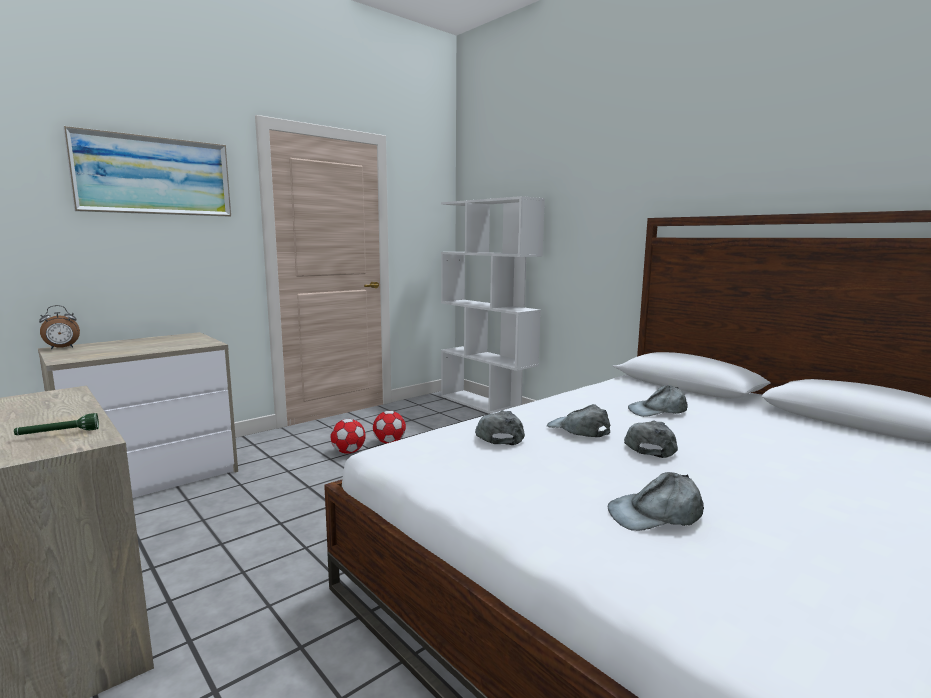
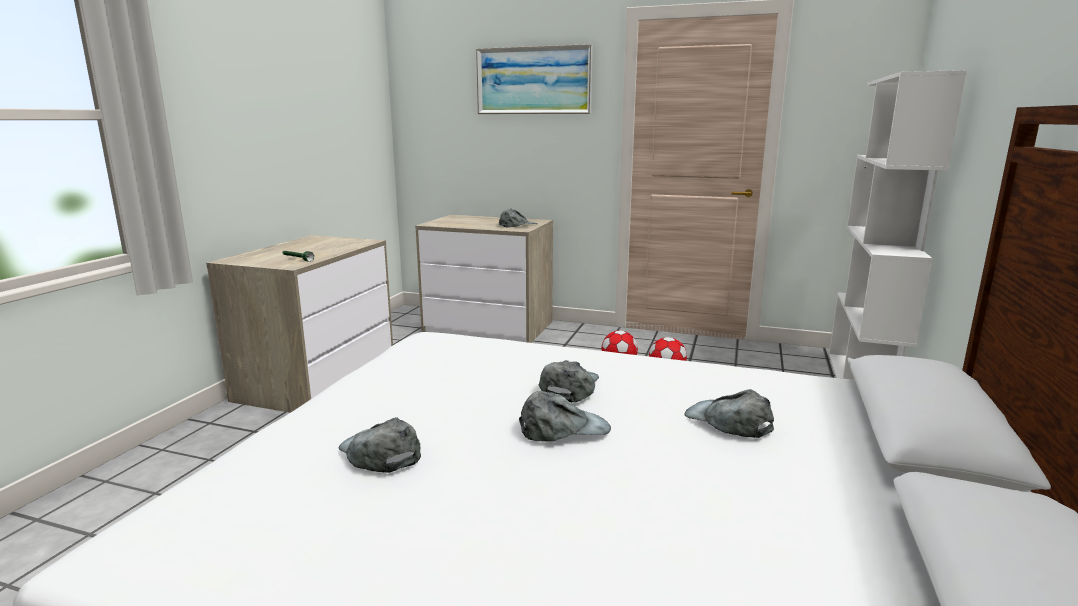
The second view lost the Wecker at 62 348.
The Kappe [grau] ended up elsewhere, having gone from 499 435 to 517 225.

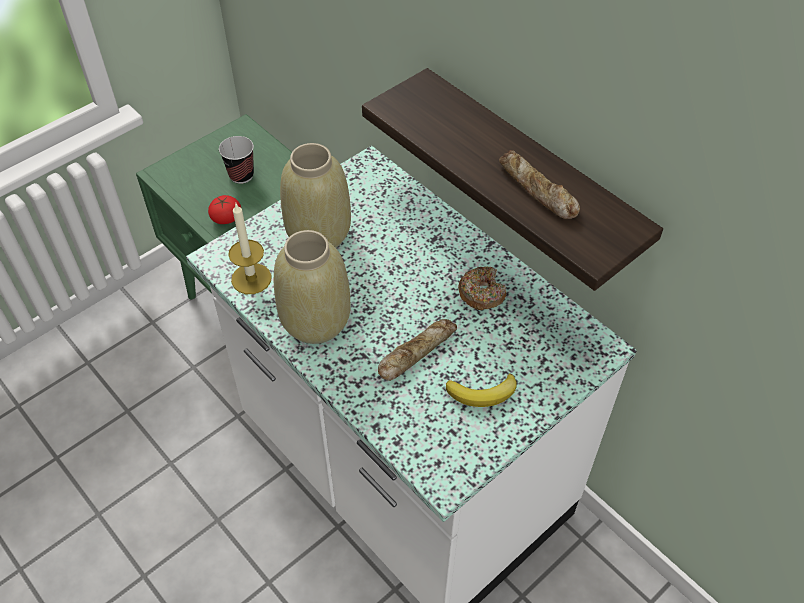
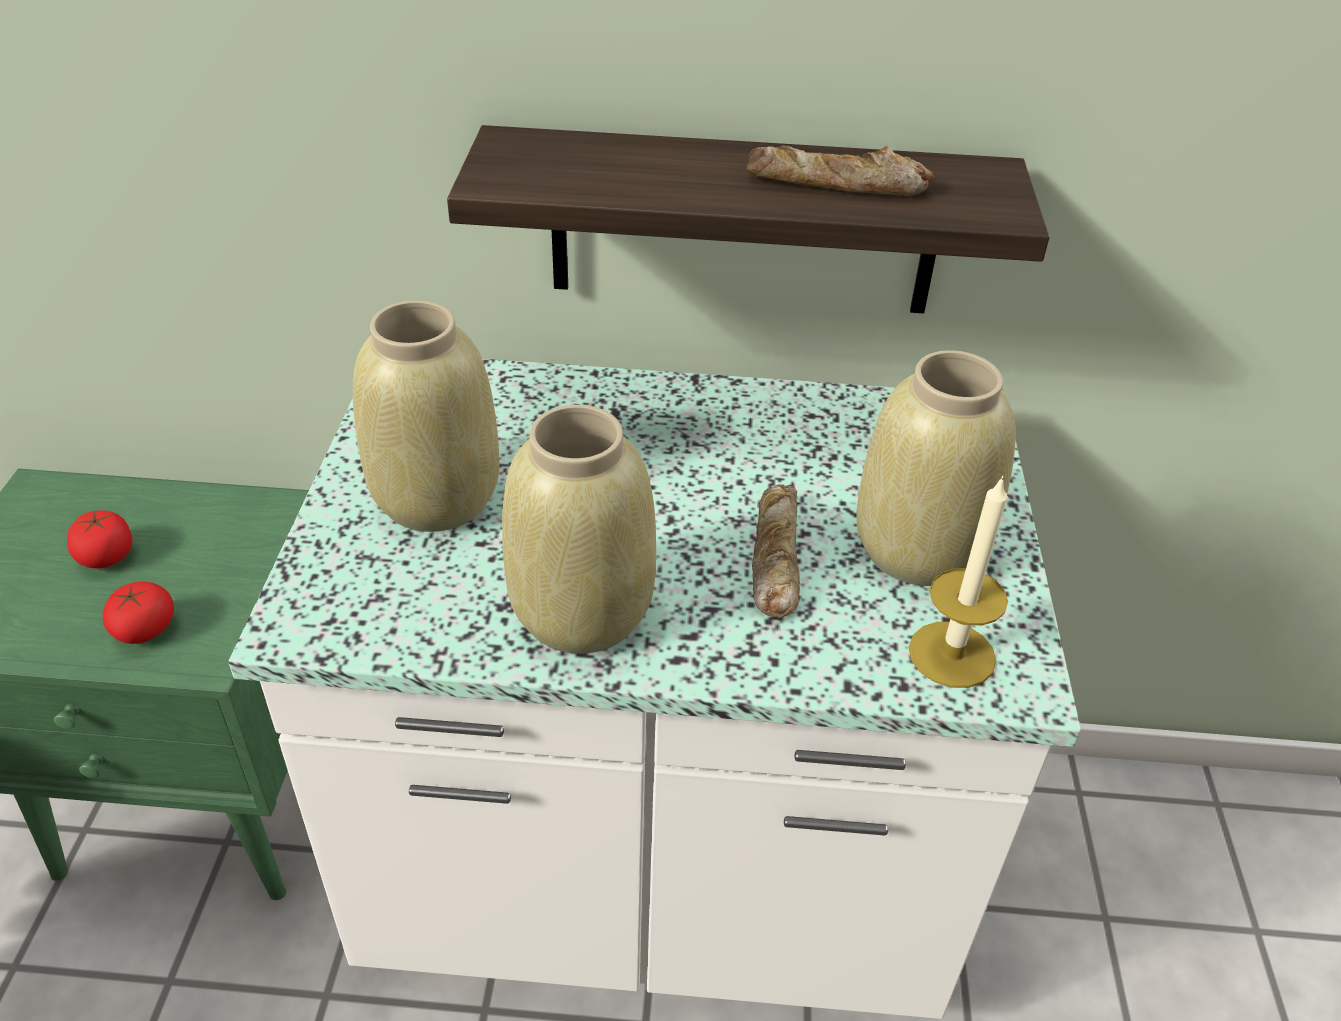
Where the Tasse stood at 241 175, the Tomate came to stand at 106 555.
The Kerze ended up elsewhere, having gone from 251 278 to 952 654.
Where the Banane stood at 483 393, the Vase [beige] came to stand at 920 549.
The second view lost the Donut at 481 293.

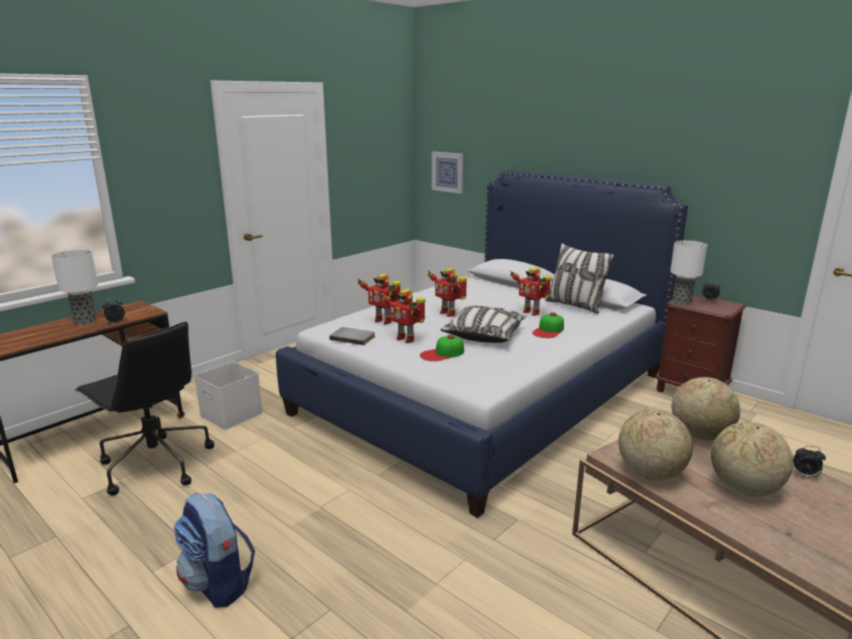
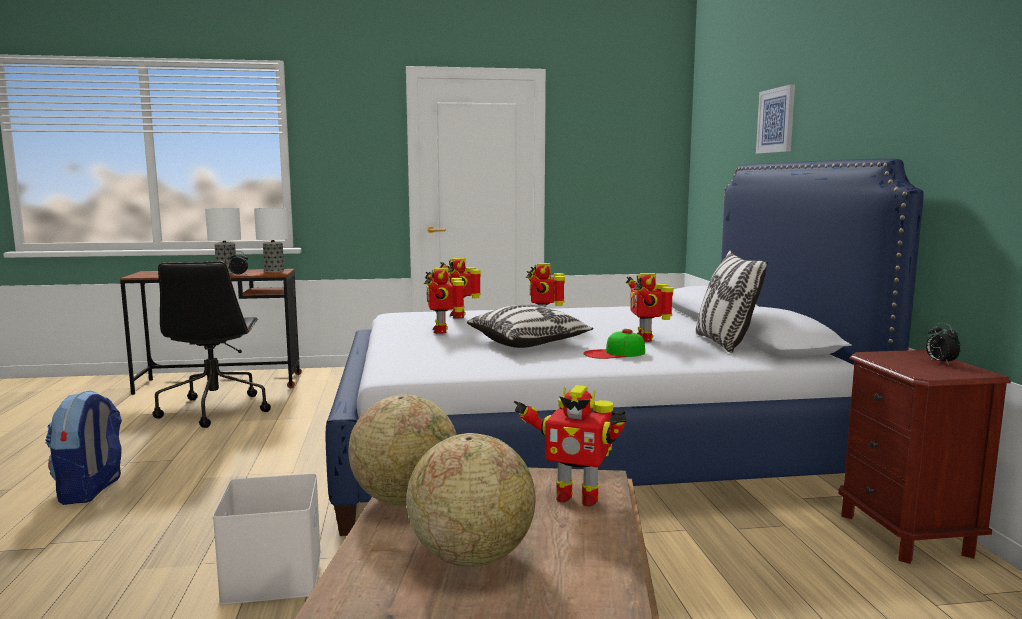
The Aufbewahrungsbox [weiß] ended up elsewhere, having gone from 233 414 to 275 577.
The second view lost the Buch [grau] at 353 337.
The second view lost the Kappe at 442 353.
The Bild ended up elsewhere, having gone from 447 172 to 776 120.
The Tischlampe ended up elsewhere, having gone from 682 302 to 275 271.
Where the Globus stood at 700 435, the Spielzeugroboter came to stand at 576 497.
The second view lost the Wecker at 805 475.

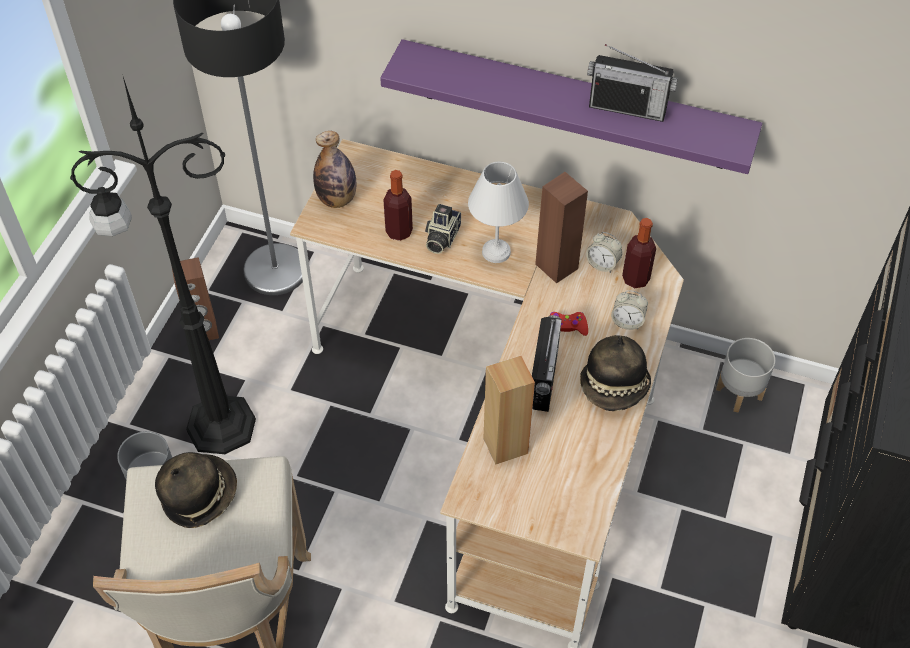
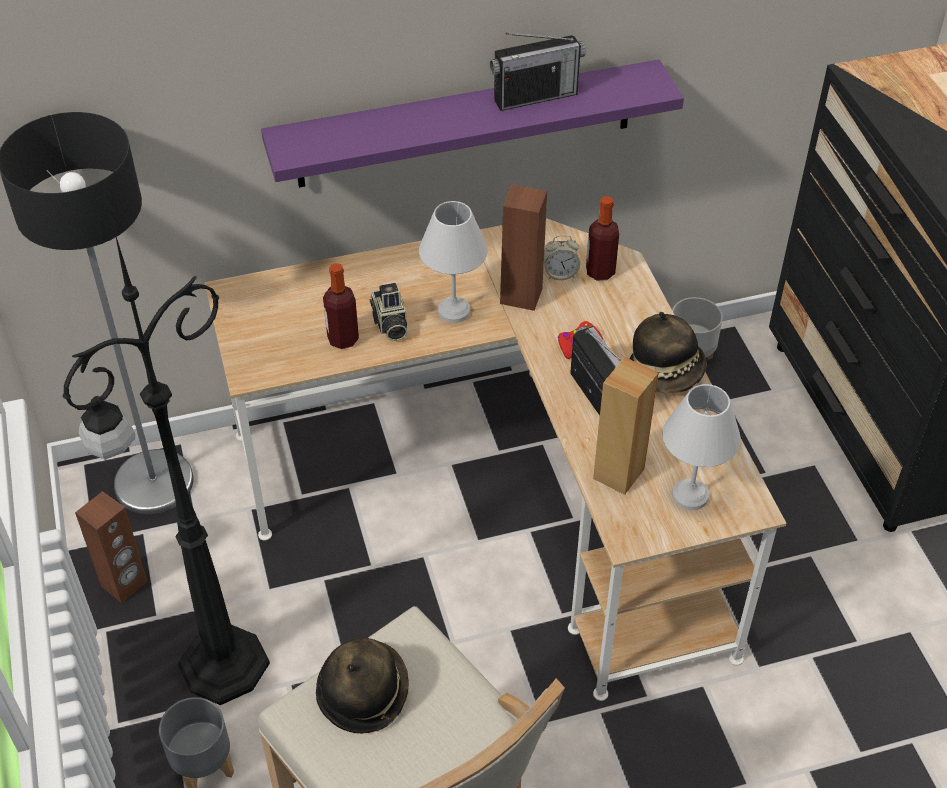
The second view lost the Flasche at 337 199.
The second view lost the Wecker at 627 322.
The second view gained the Tischlampe [weiß] at 691 496.

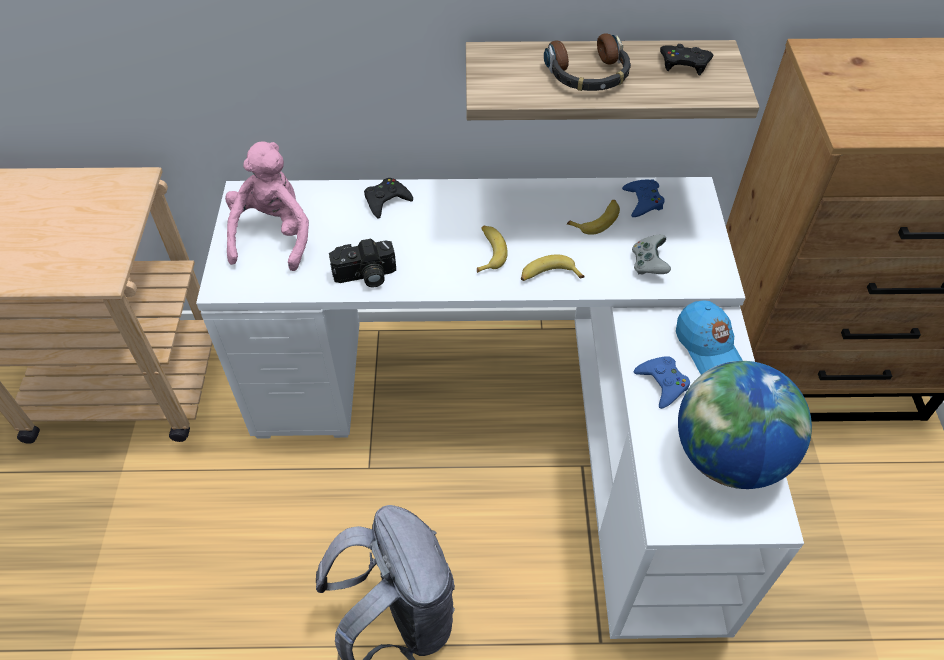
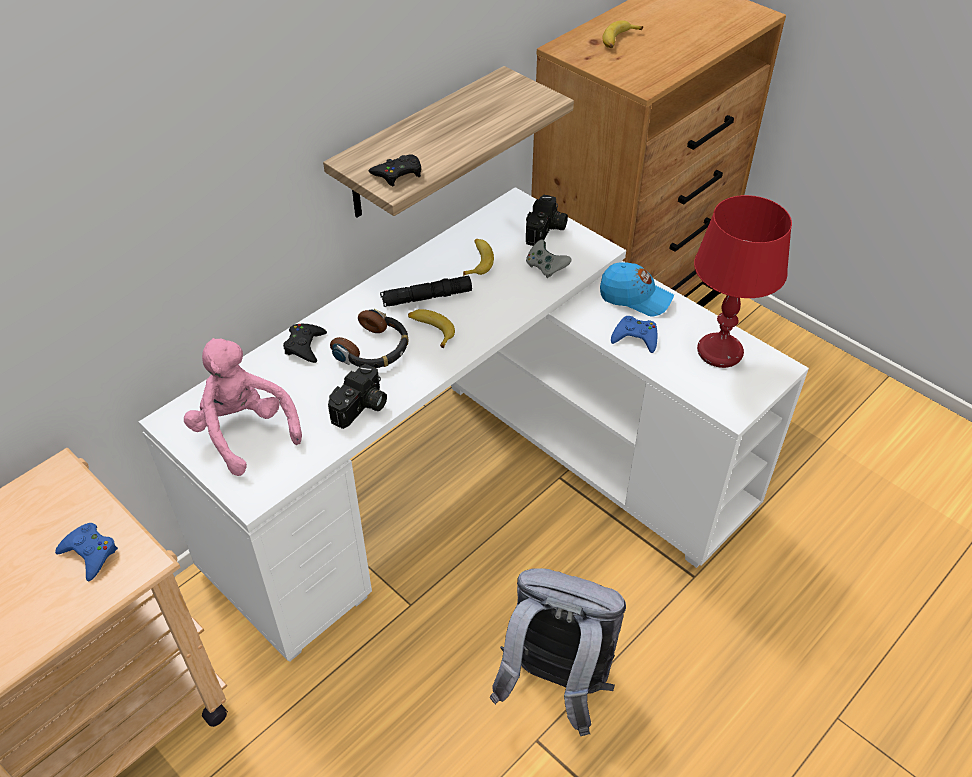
The Banane ended up elsewhere, having gone from 548 275 to 619 40.
The Kopfhörer ended up elsewhere, having gone from 588 74 to 374 349.
The Gamepad [blau] ended up elsewhere, having gone from 643 201 to 90 553.
The Gamepad [schwarz] ended up elsewhere, having gone from 684 63 to 398 174.
Where the Globus stood at 727 456, the Tischlampe [rot] came to stand at 719 352.
The second view gained the Taschenlampe [schwarz] at 426 297.
The second view gained the Kamera at 546 231.

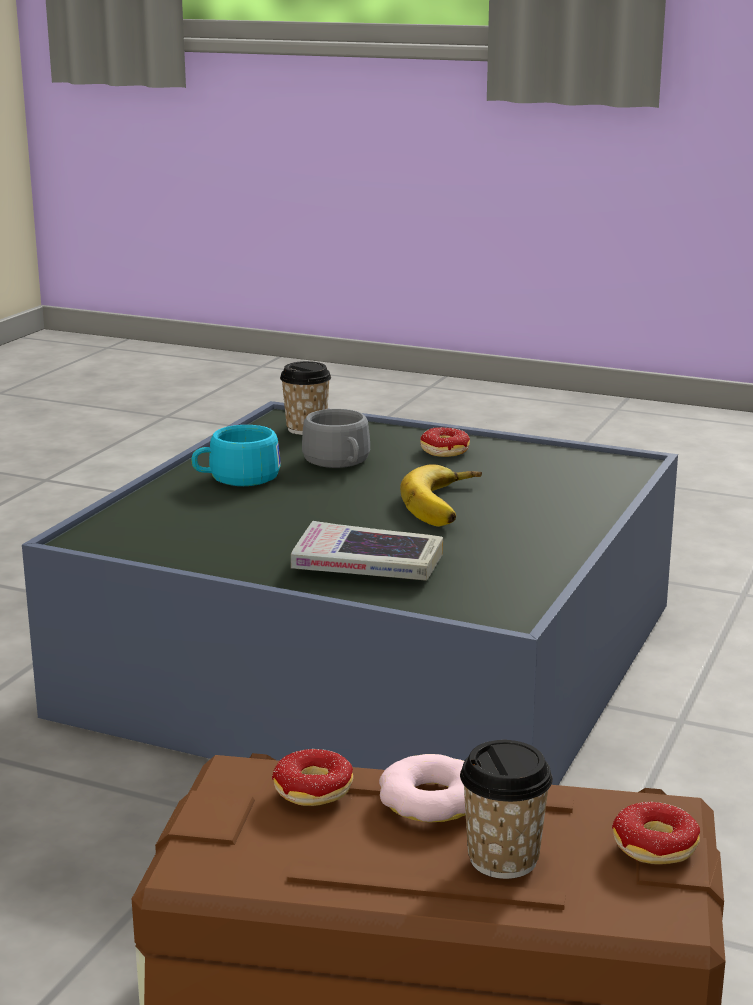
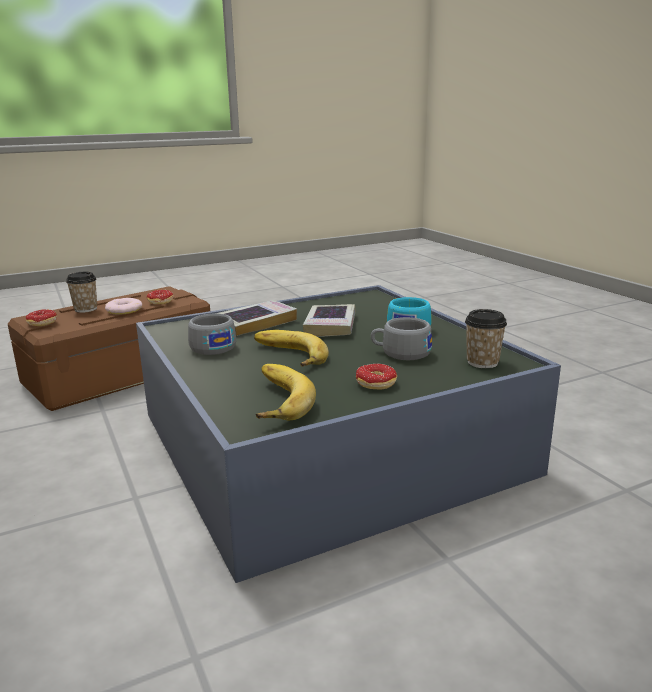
The second view gained the Tasse [grau] at 211 346.
The second view gained the Banane at 274 399.
The second view gained the Buch at 330 326.

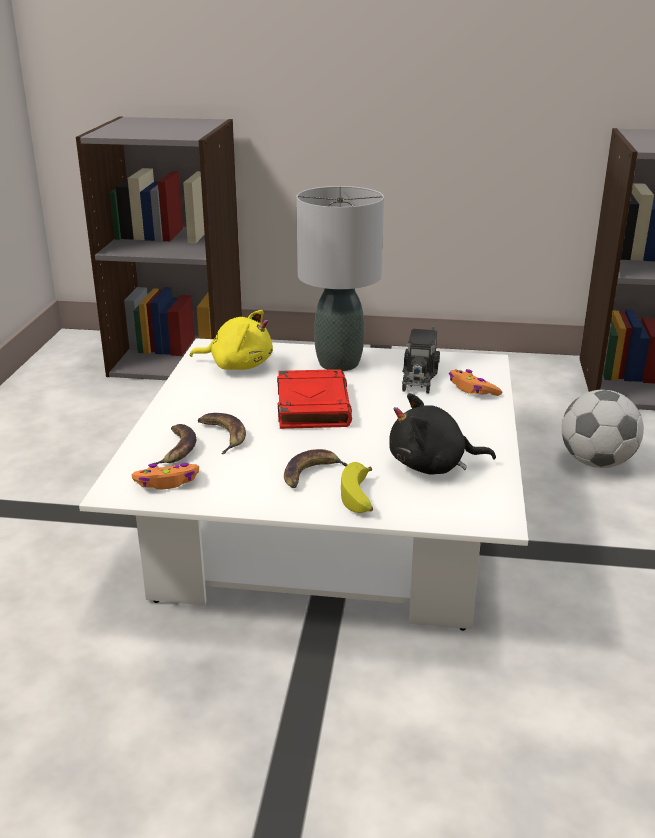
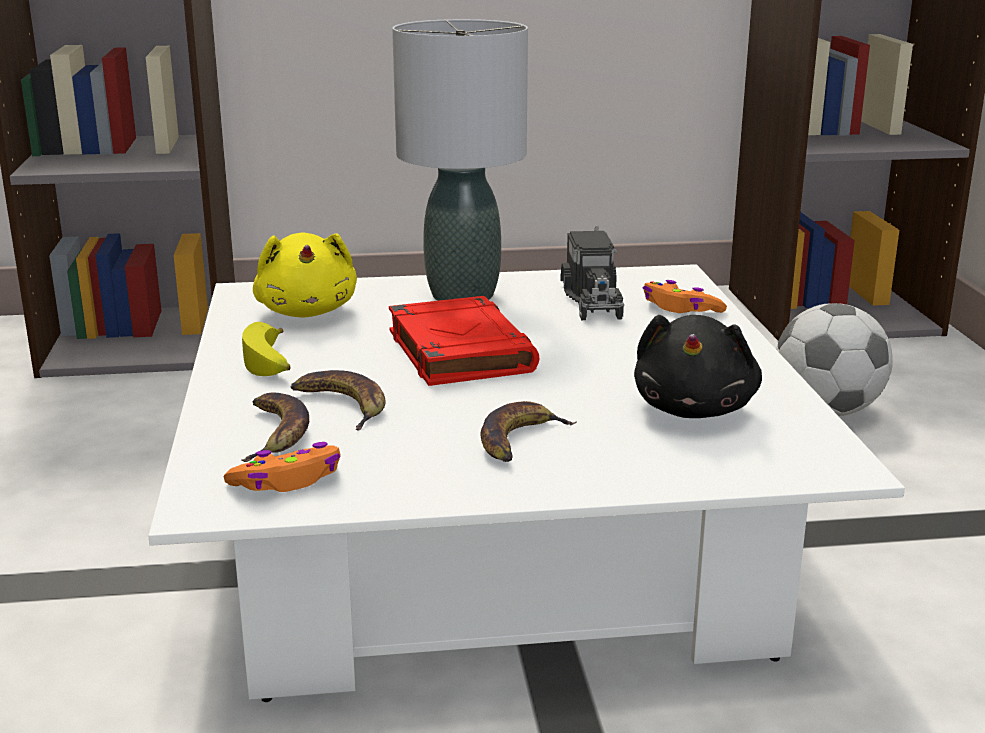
The Plüschtier [gelb] at 238 365 ended up facing another way, 75 degrees clockwise from before.
The Banane ended up elsewhere, having gone from 360 498 to 271 363.
The Plüschtier [schwarz] at 432 466 ended up facing another way, 60 degrees counterclockwise from before.

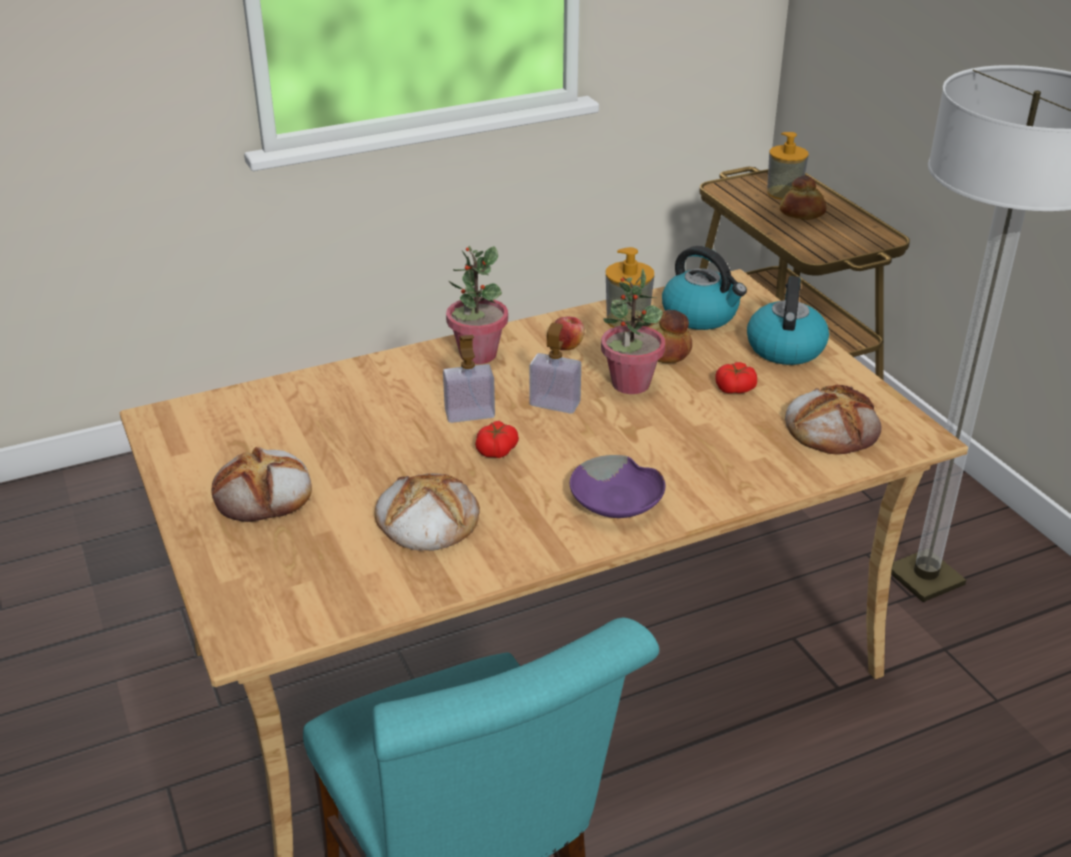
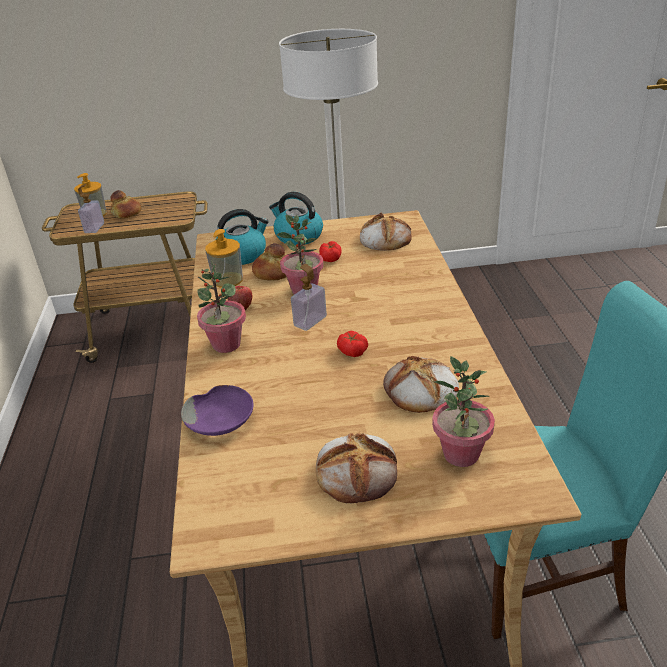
The Seifenspender ended up elsewhere, having gone from 469 414 to 94 228.
The Schüssel [lila] ended up elsewhere, having gone from 617 501 to 221 420.
The second view gained the Topfpflanze at 461 454.

